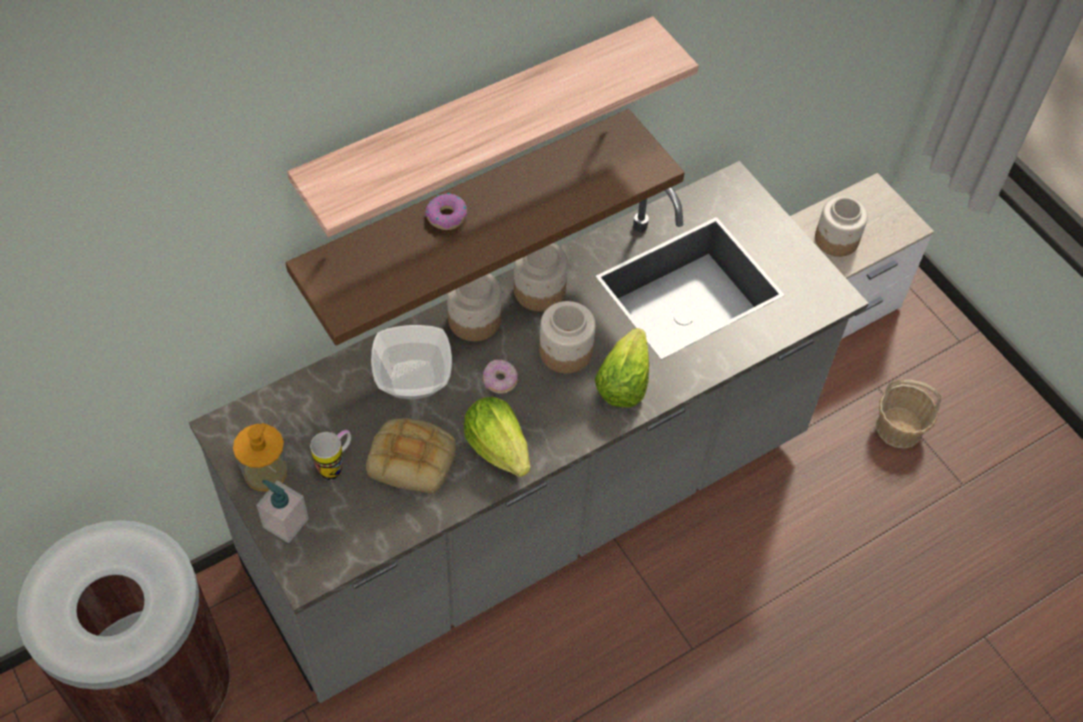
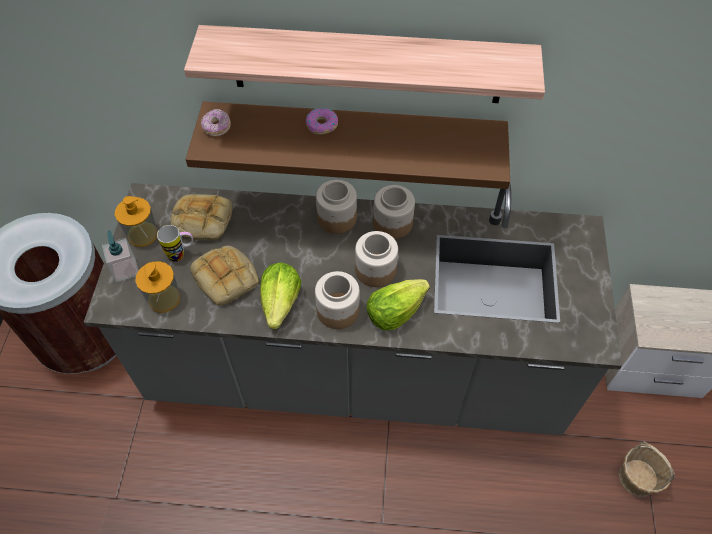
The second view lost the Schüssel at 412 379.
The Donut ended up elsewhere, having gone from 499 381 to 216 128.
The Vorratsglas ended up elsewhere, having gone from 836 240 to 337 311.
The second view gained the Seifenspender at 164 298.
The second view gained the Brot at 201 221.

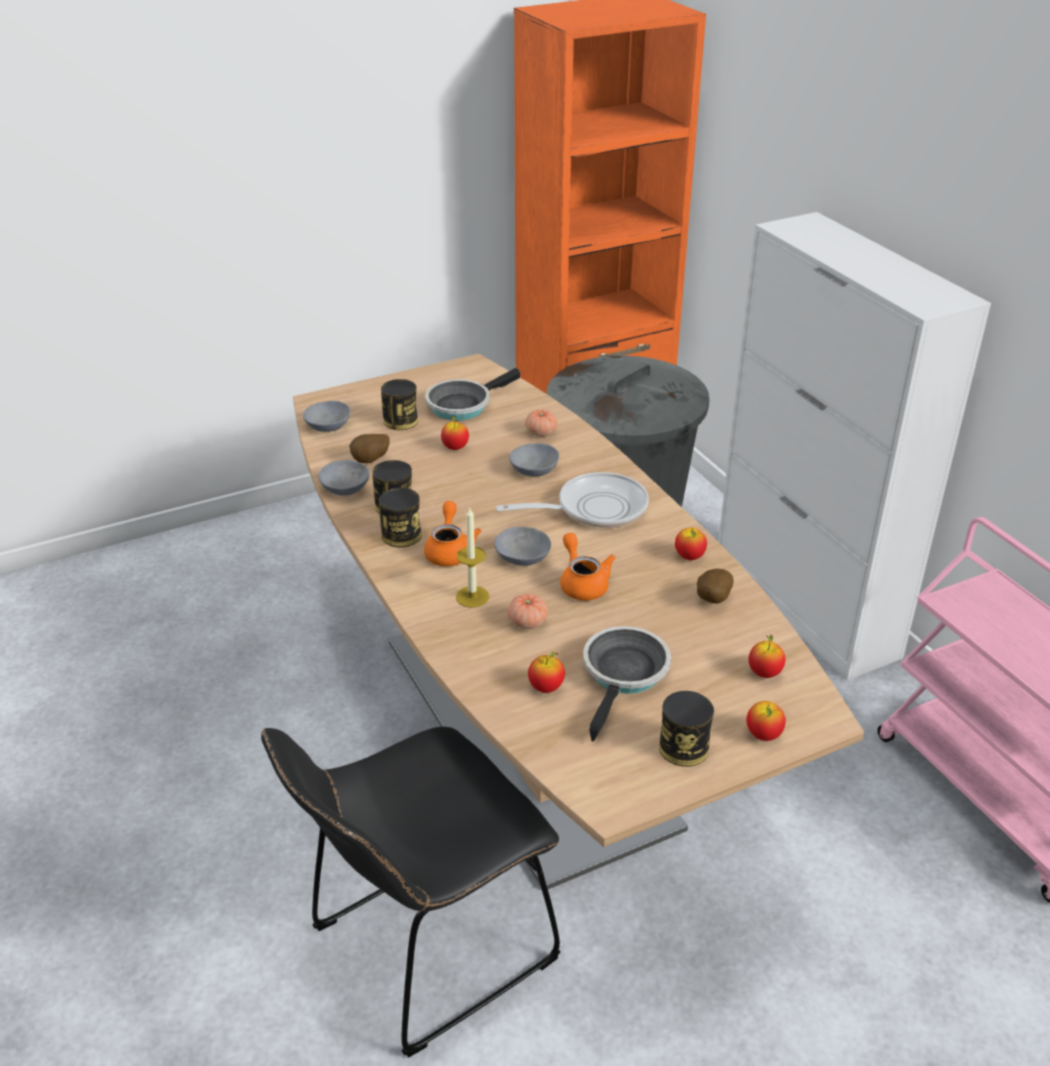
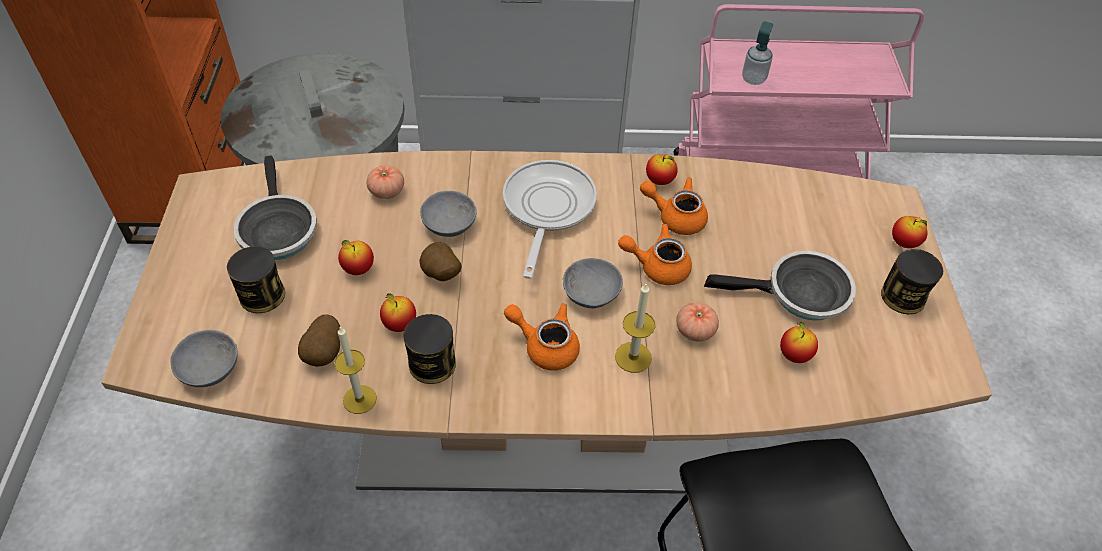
Where the Schüssel [grau] stood at 343 488, the Kerze came to stand at 359 399.
The second view lost the Dose at 401 535.
The Pfanne at 624 675 ended up facing another way, 135 degrees clockwise from before.
The Kartoffel ended up elsewhere, having gone from 711 600 to 440 275.
The Apfel ended up elsewhere, having gone from 764 673 to 399 324.
The second view gained the Teekanne [orange] at 675 217.
The second view gained the Seifenspender at 753 79.

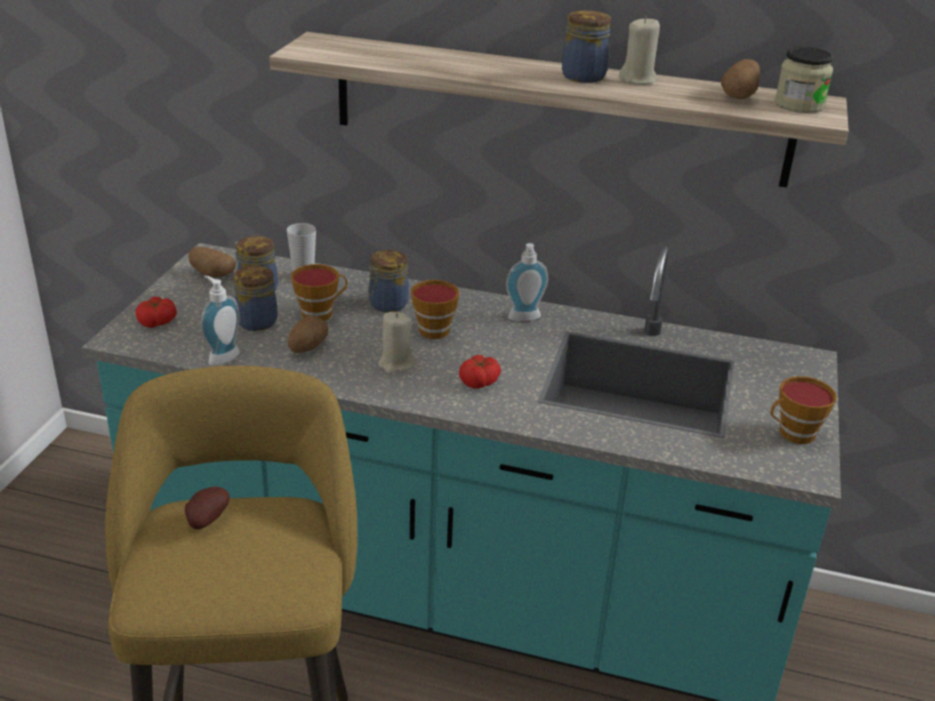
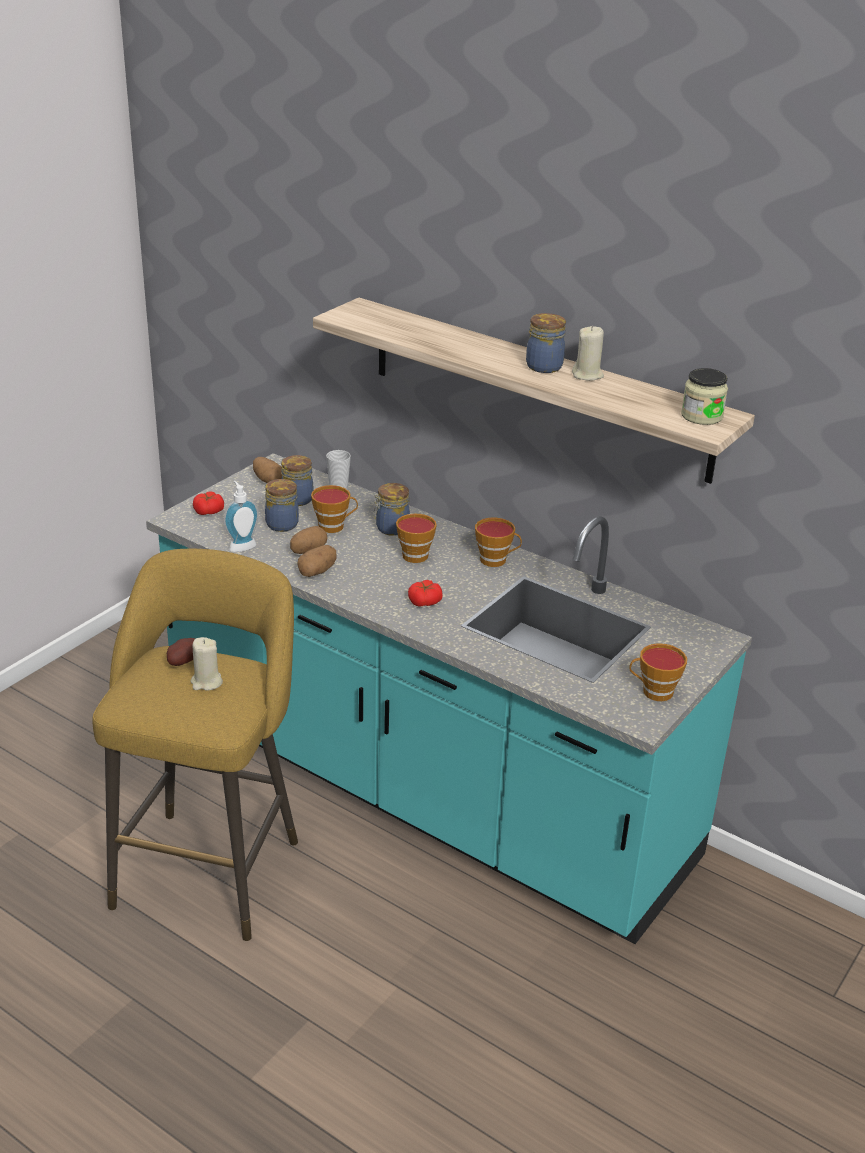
The Kerze [beige] ended up elsewhere, having gone from 396 364 to 206 682.
Where the Seifenspender stood at 525 319, the Tasse came to stand at 496 560.
The Kartoffel ended up elsewhere, having gone from 740 96 to 317 571.

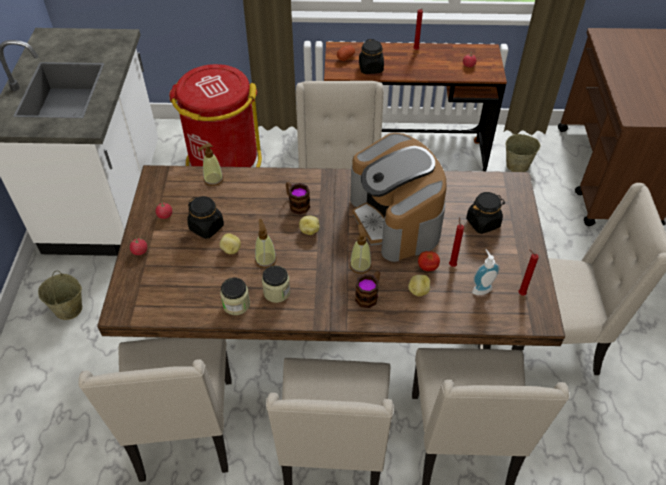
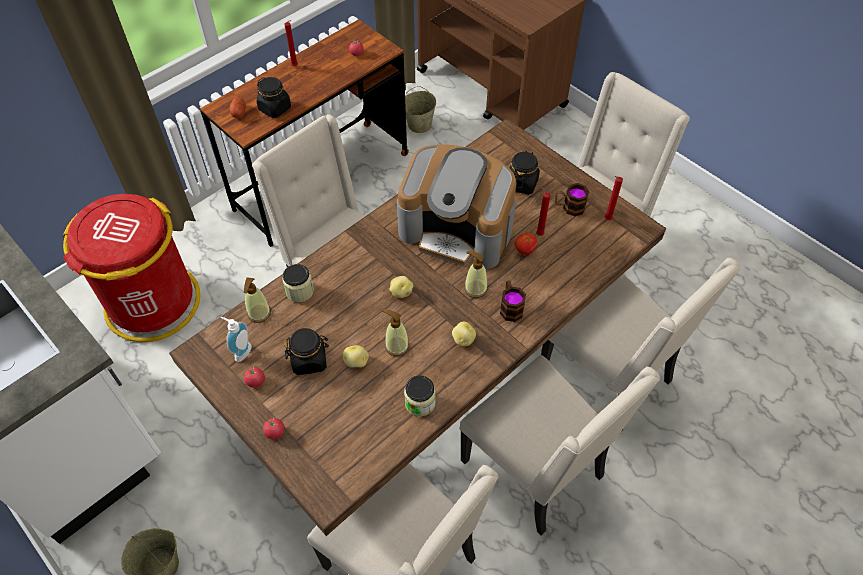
The Vorratsglas ended up elsewhere, having gone from 276 292 to 299 291.
The Henkelbecher ended up elsewhere, having gone from 296 204 to 569 207.
The Kartoffel ended up elsewhere, having gone from 418 291 to 463 340.
The Seifenspender ended up elsewhere, having gone from 481 288 to 241 351.

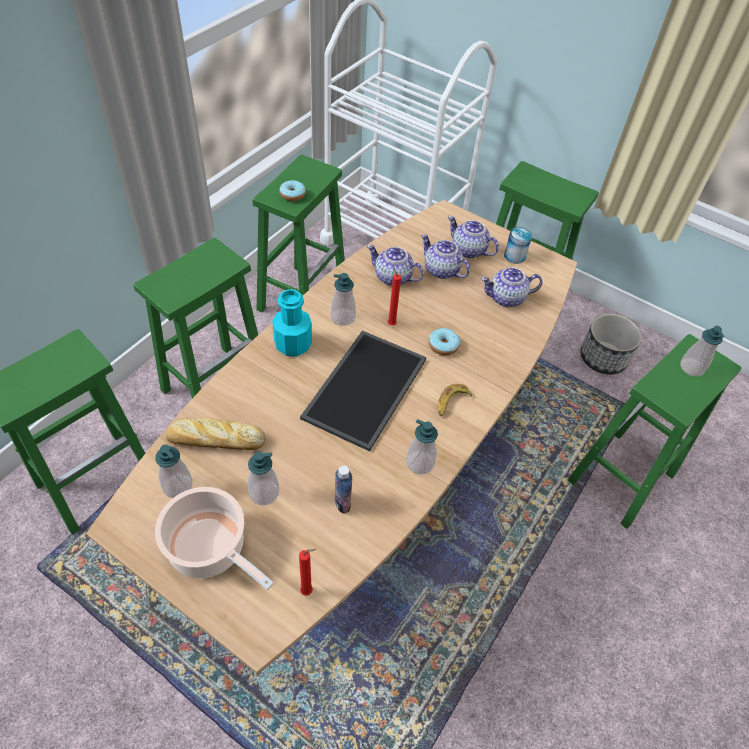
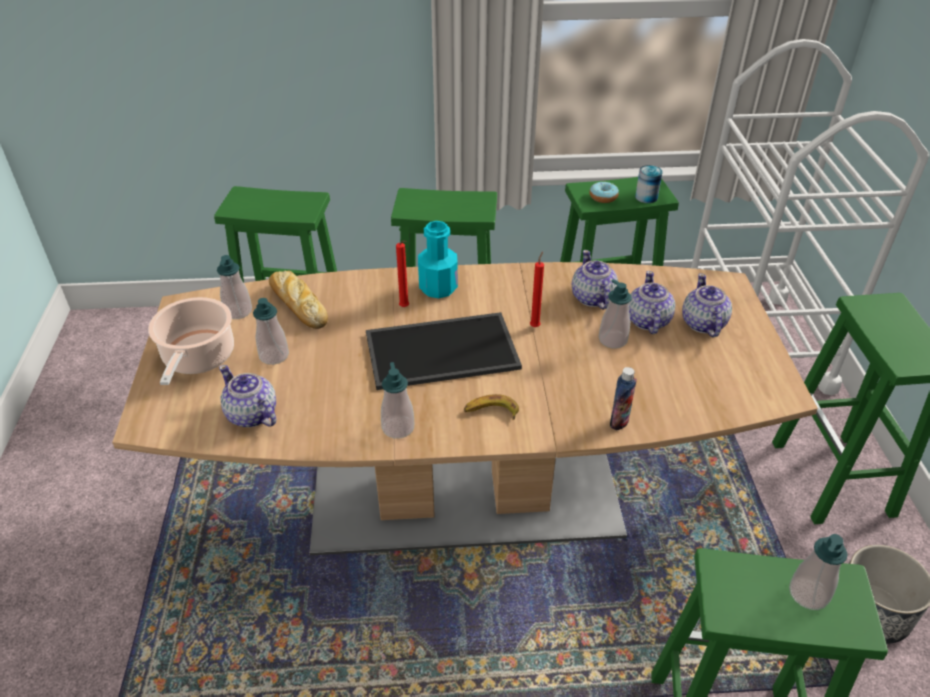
The Kerze [rot] ended up elsewhere, having gone from 308 591 to 405 308.
The Seifenspender ended up elsewhere, having gone from 343 317 to 613 340.
The Flasche ended up elsewhere, having gone from 342 502 to 619 421.
The second view lost the Donut at 443 345.
The Teekanne ended up elsewhere, having gone from 507 298 to 252 415.
The Dose ended up elsewhere, having gone from 514 256 to 646 197.

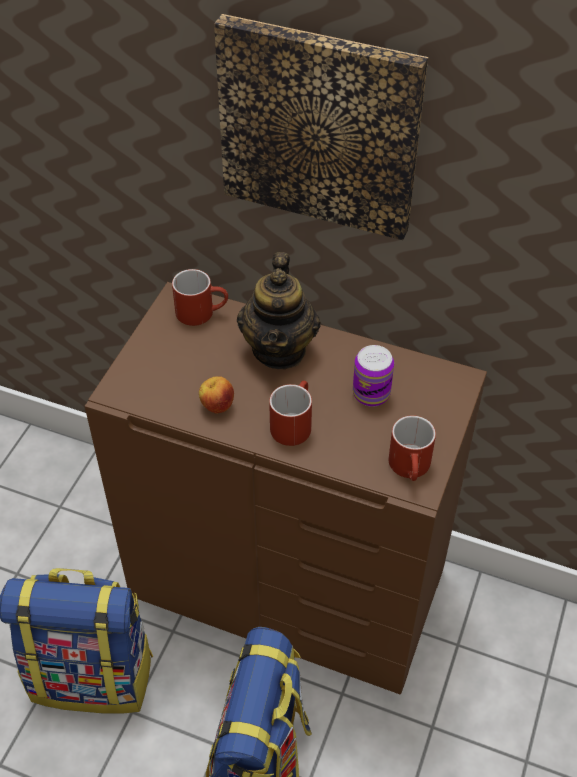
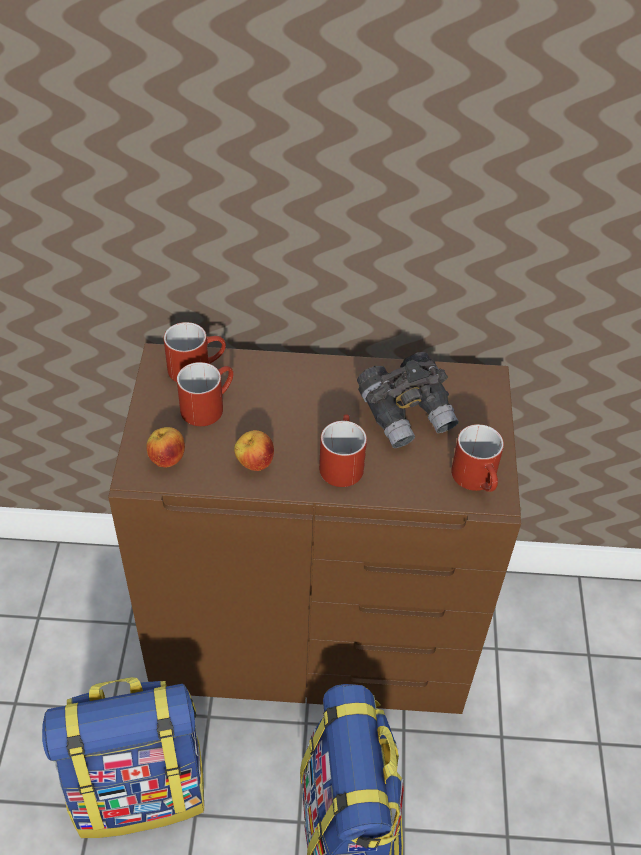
The second view lost the Bild at 320 127.
The second view lost the Teekanne at 279 349.
Where the Dose stood at 371 393, the Fernglas [grau] came to stand at 406 413.
The second view gained the Apfel at 167 459.
The second view gained the Henkelbecher [rot] at 208 405.

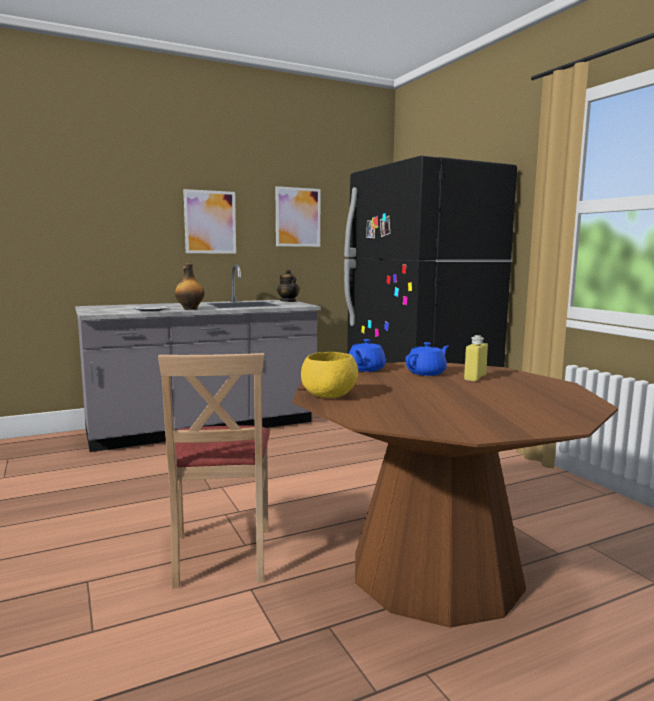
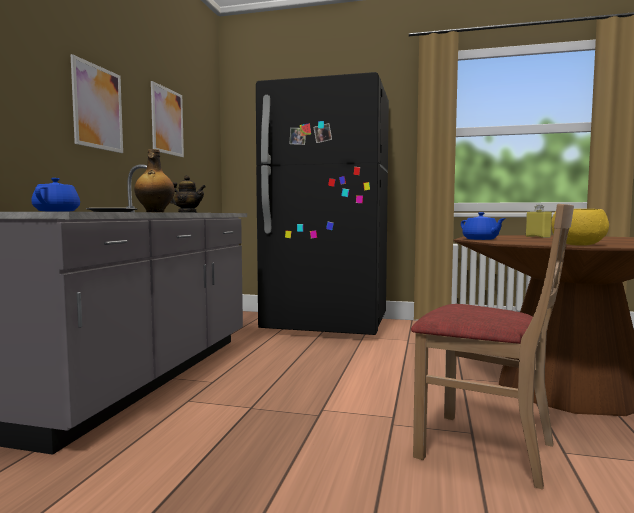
The Teekanne [blau] ended up elsewhere, having gone from 426 373 to 57 211.

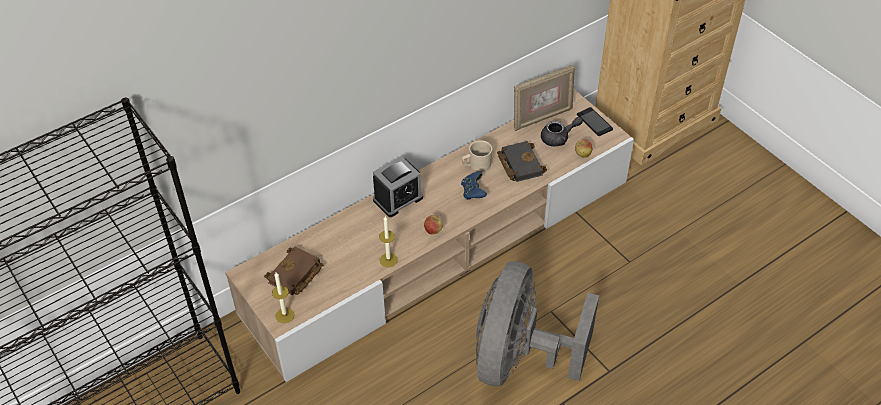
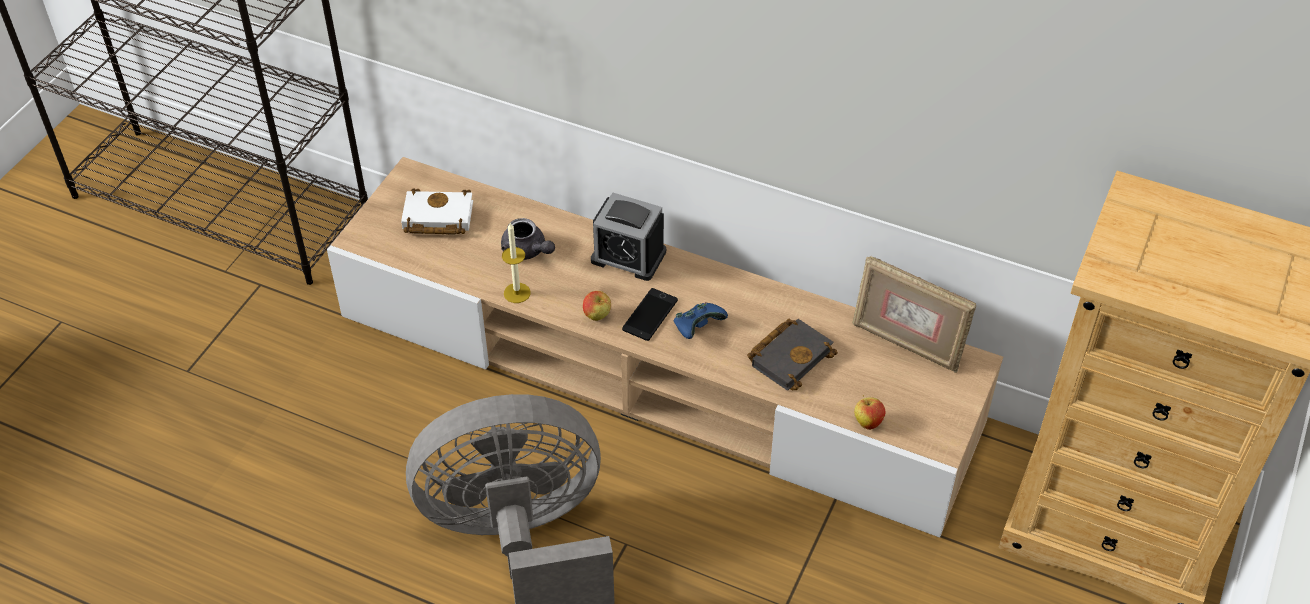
What was the Buch [braun] at 295 275 turned into the Buch [weiß] at 436 218.
The second view lost the Kerze at 284 315.
The second view lost the Henkelbecher [beige] at 476 165.
The Teekanne [grau] ended up elsewhere, having gone from 559 138 to 527 251.
The Handy ended up elsewhere, having gone from 594 122 to 650 315.

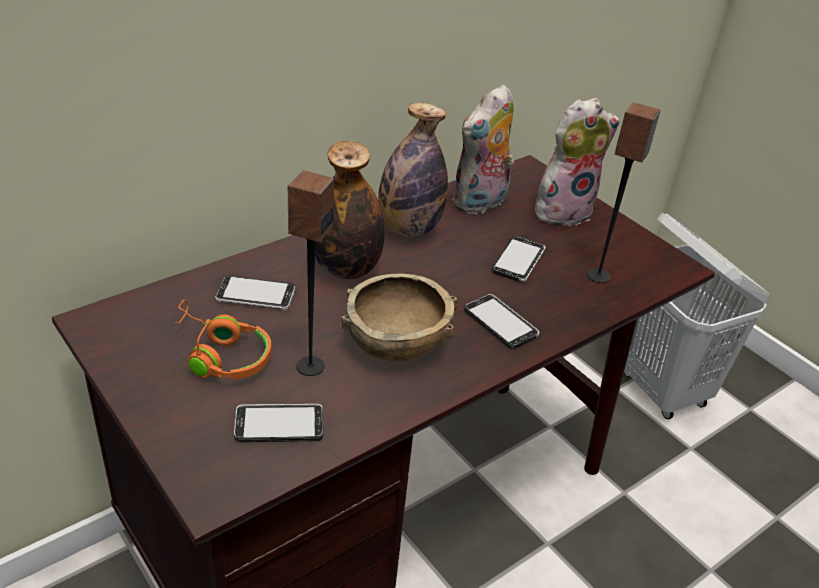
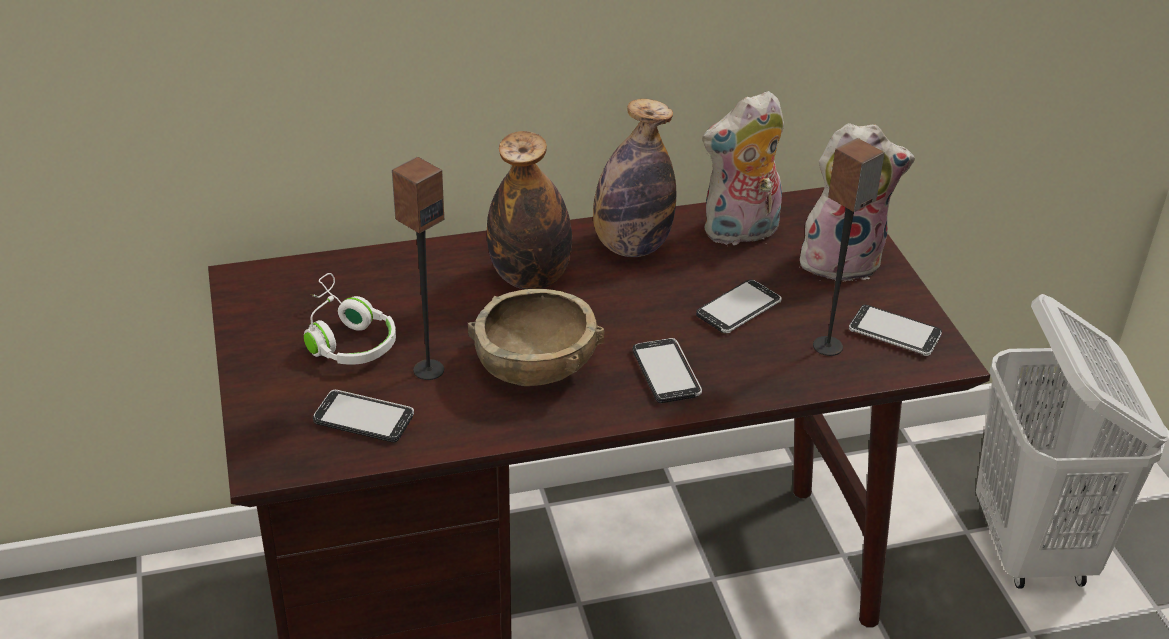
What was the Kopfhörer [orange] at 220 354 turned into the Kopfhörer [weiß] at 345 338.
The Handy ended up elsewhere, having gone from 255 295 to 894 333.

